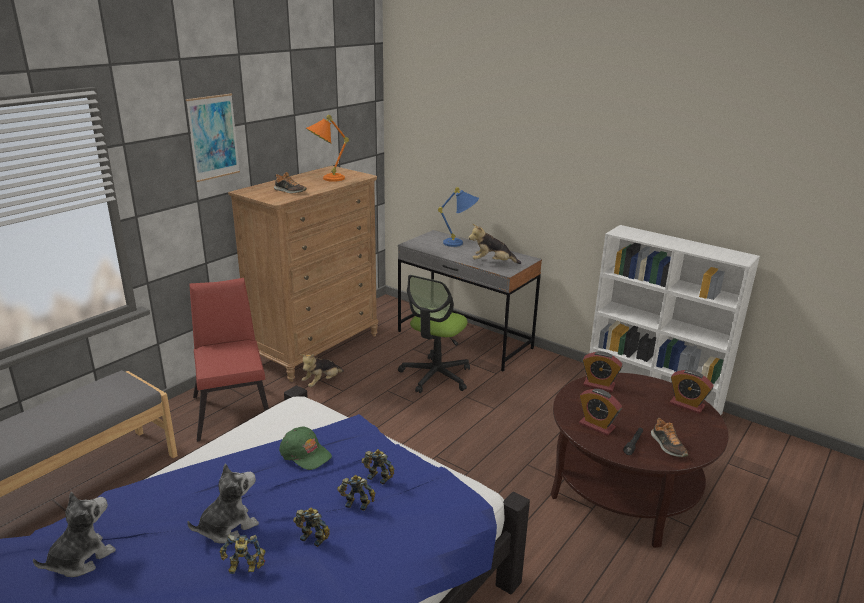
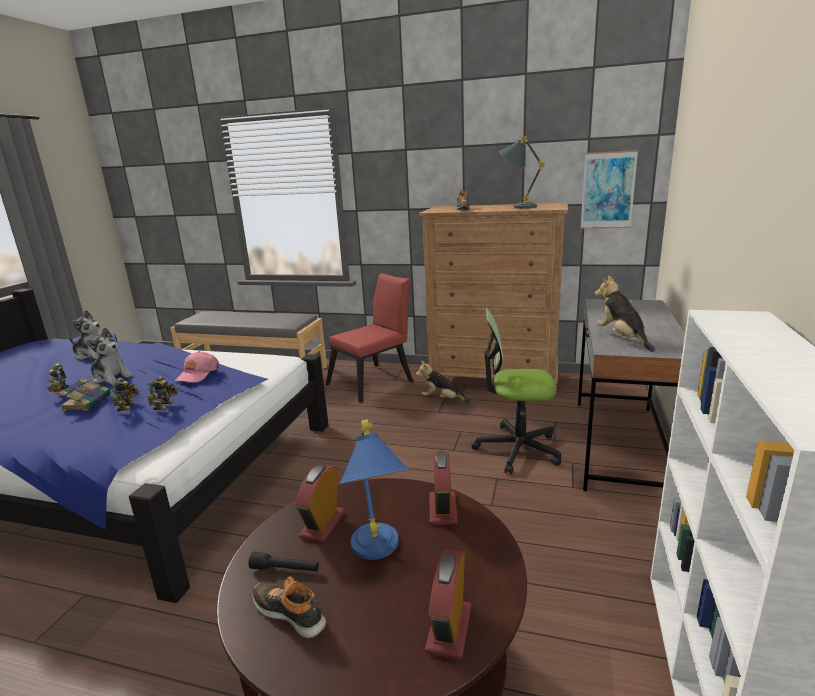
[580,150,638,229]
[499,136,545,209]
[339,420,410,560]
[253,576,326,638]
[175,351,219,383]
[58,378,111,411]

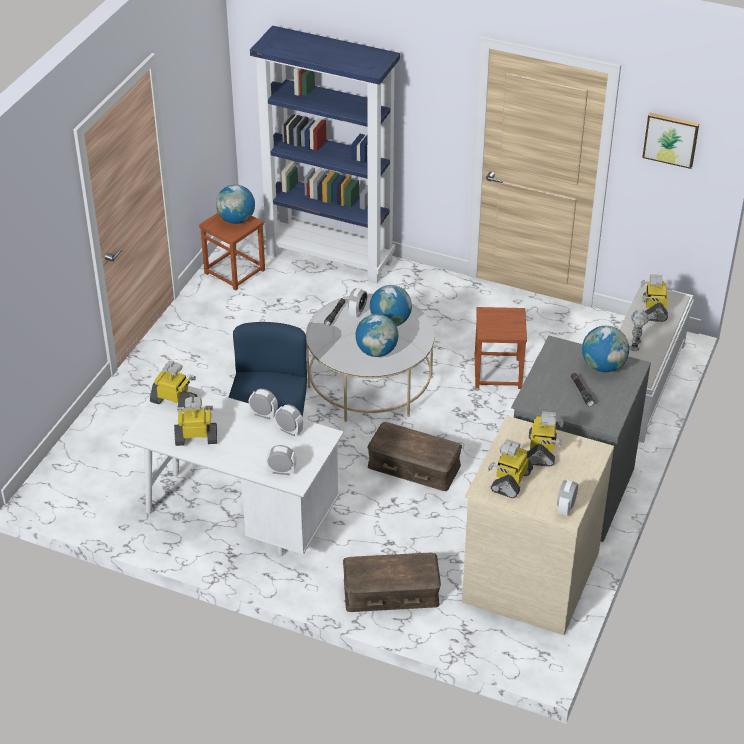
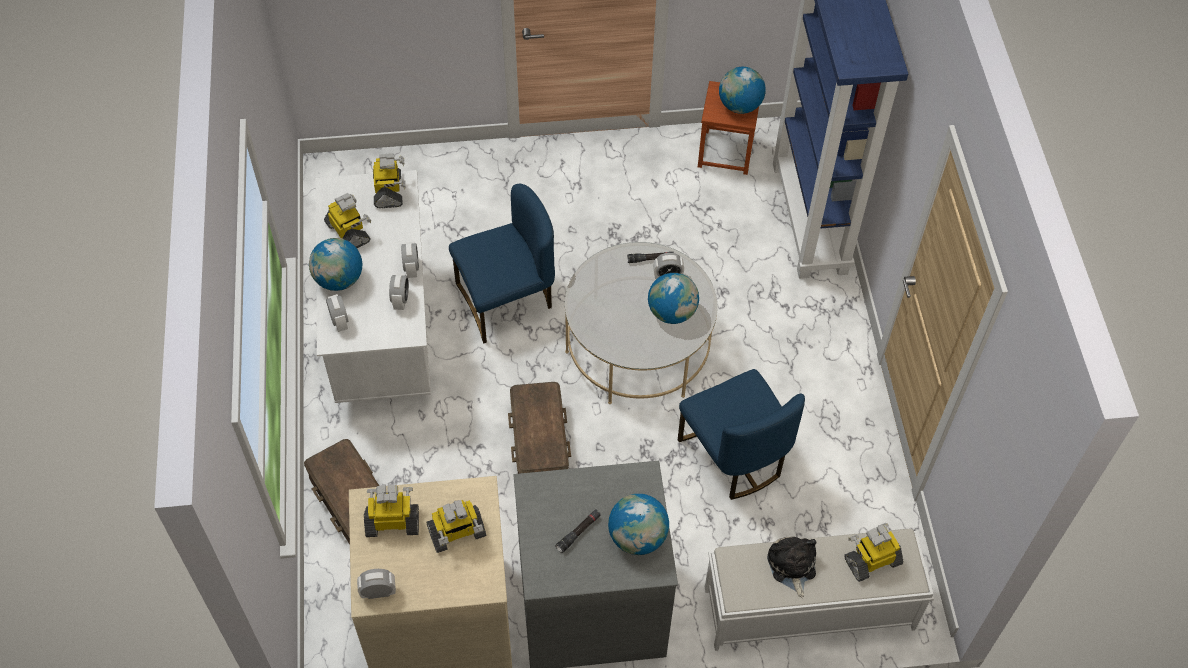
[642,113,699,169] (first image)
[678,369,805,500]
[767,536,816,598]
[309,238,362,291]

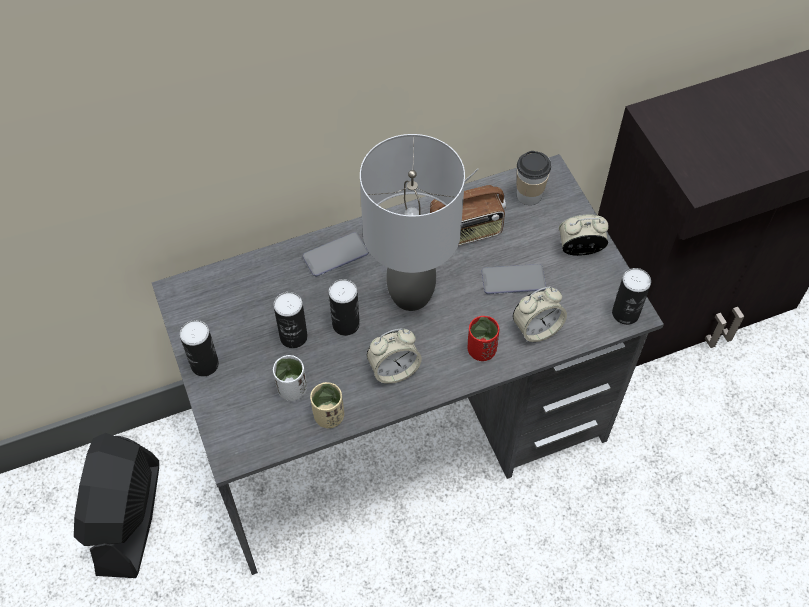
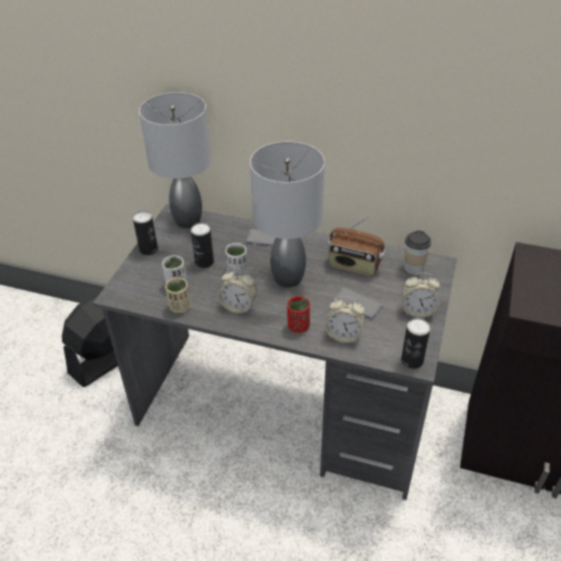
[402,273,440,318]
[225,243,247,275]
[139,92,211,228]

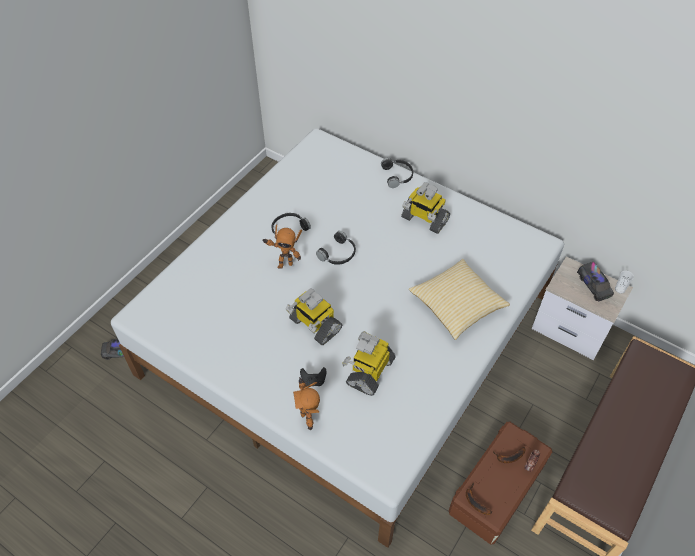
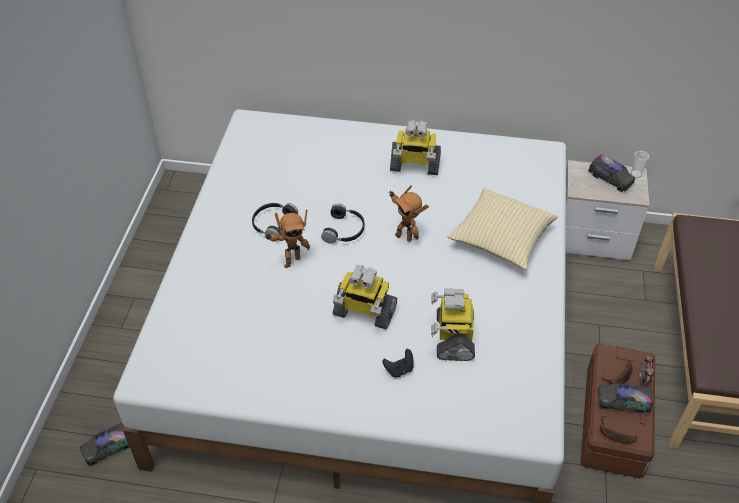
[381,158,413,188] (first image)
[389,185,429,242]
[597,383,653,414]

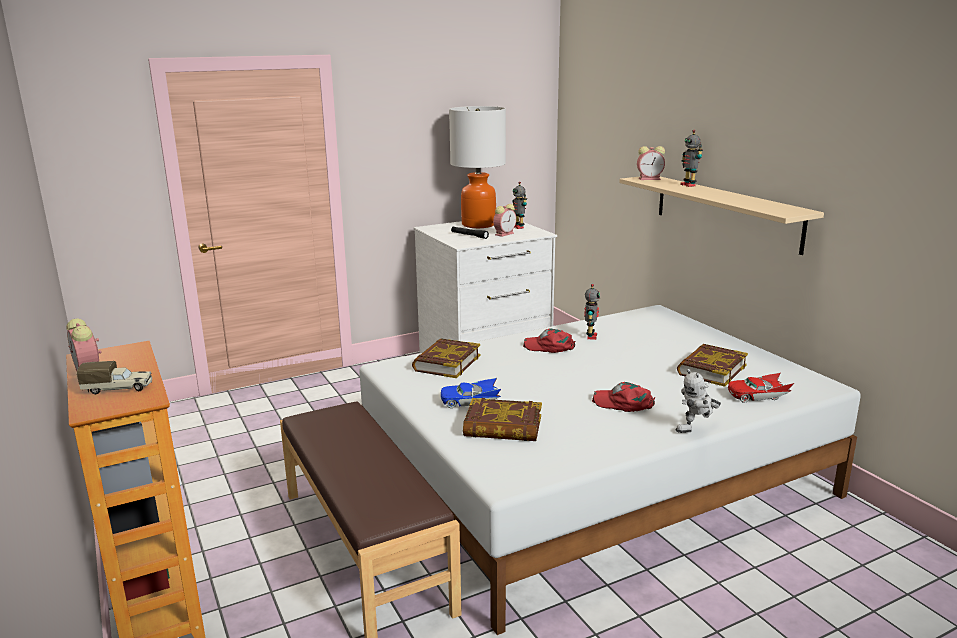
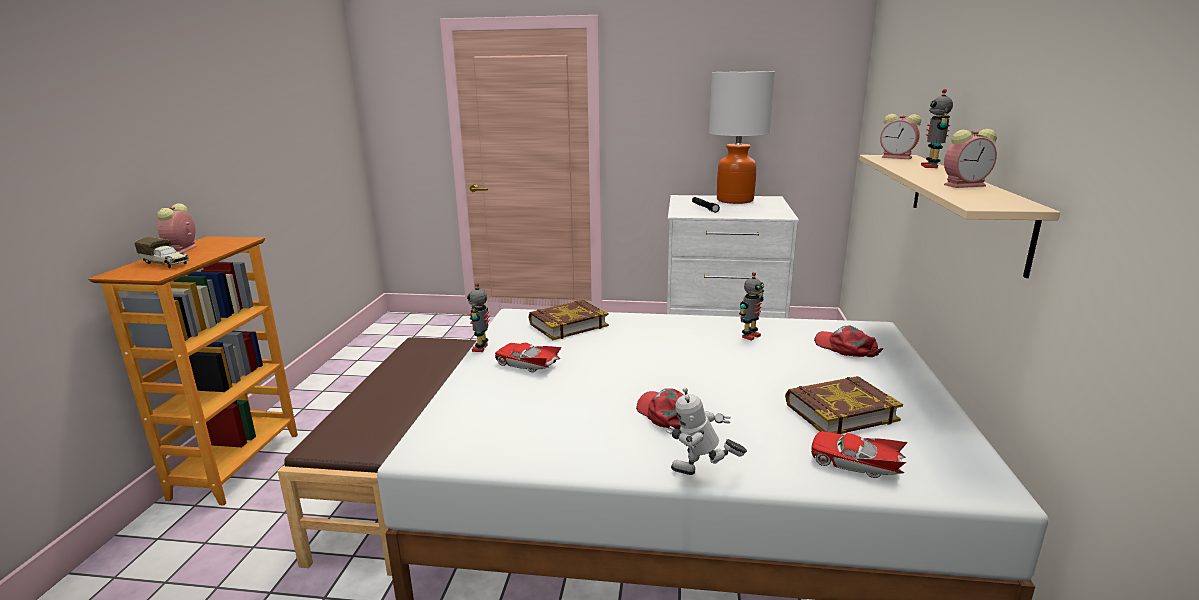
[467,283,490,352]
[944,129,997,188]
[814,326,883,357]
[495,343,561,372]
[463,398,542,441] (first image)

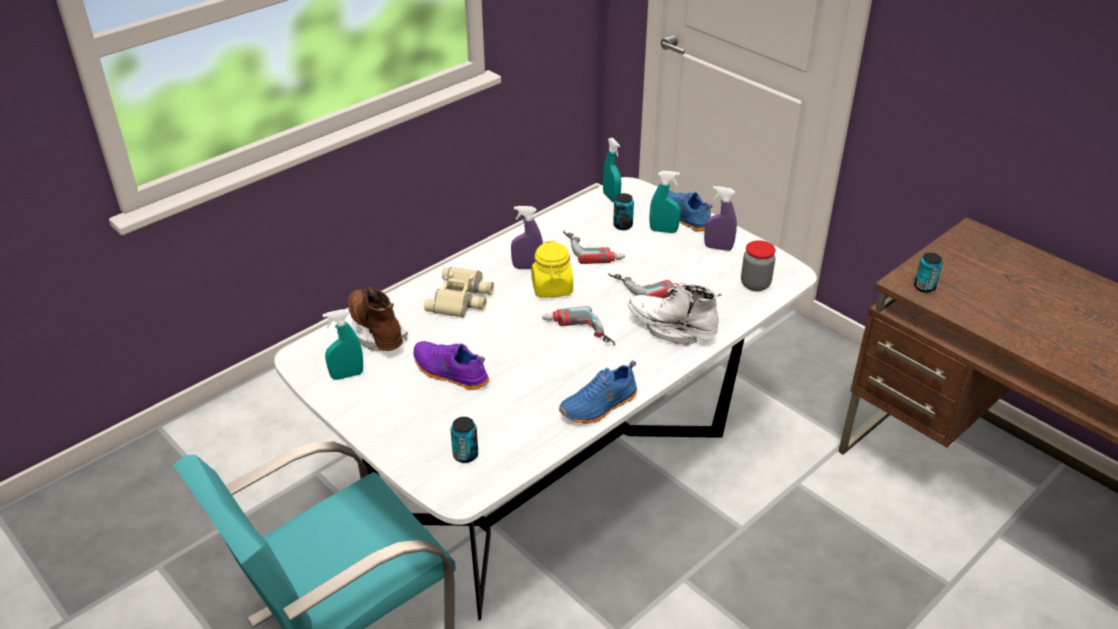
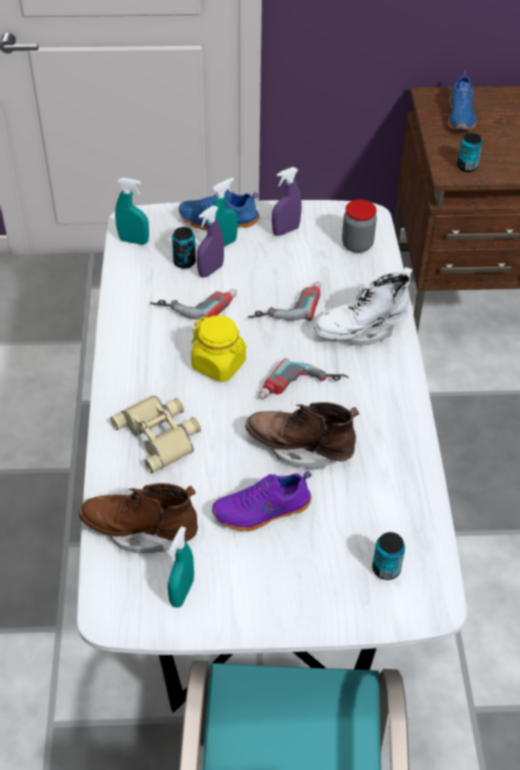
[197,206,224,278]
[448,70,476,130]
[245,402,359,470]

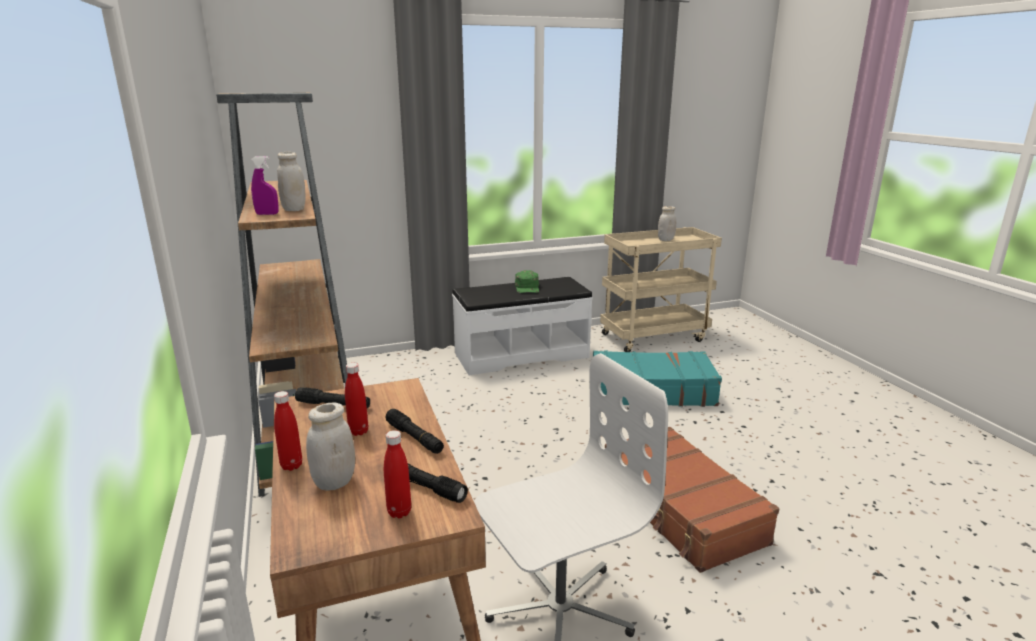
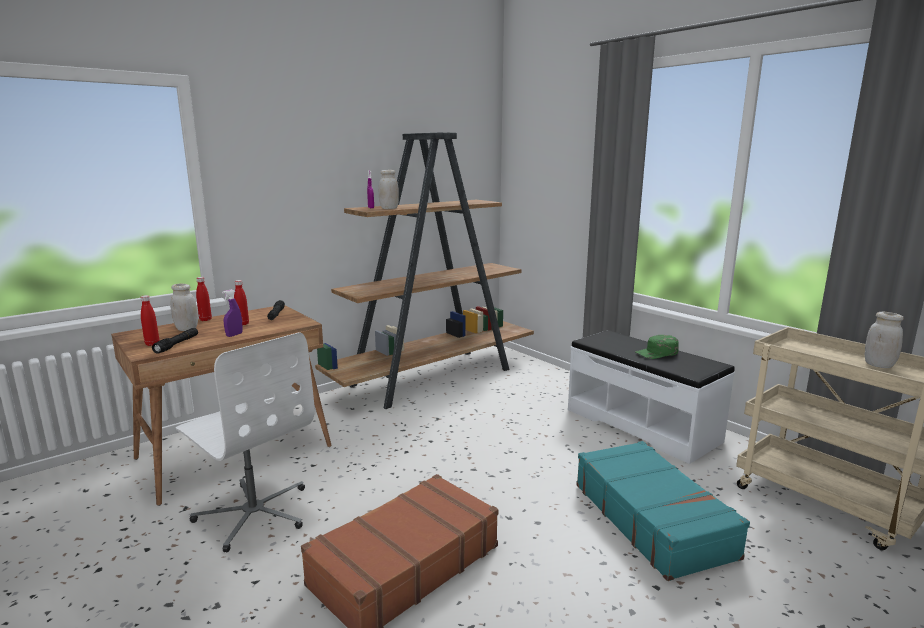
[222,289,243,337]

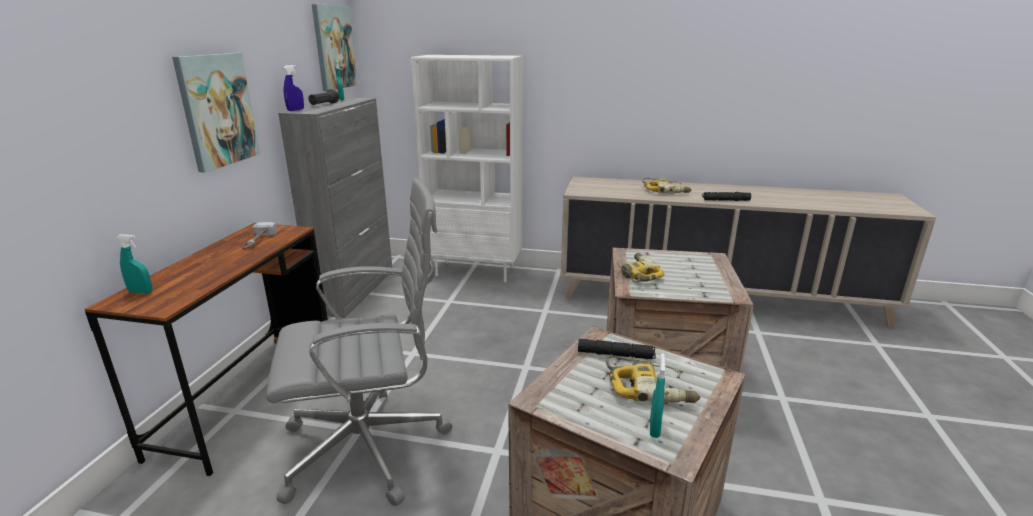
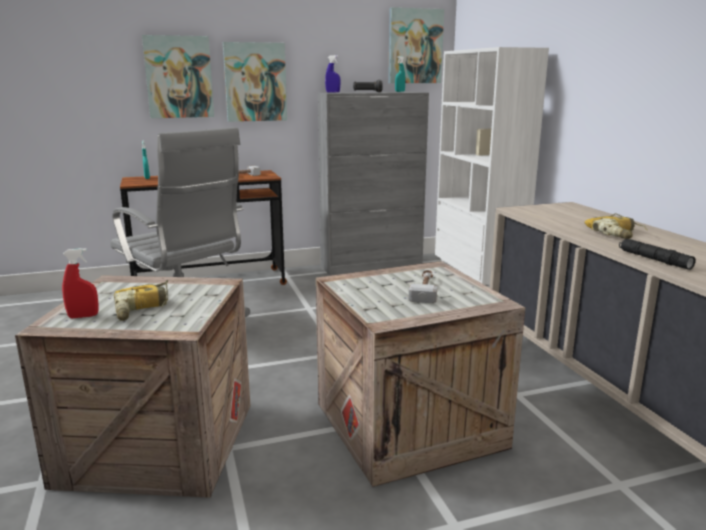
[617,253,664,282] (first image)
[578,339,656,359] (first image)
[62,248,99,318]
[142,35,214,118]
[409,270,437,303]

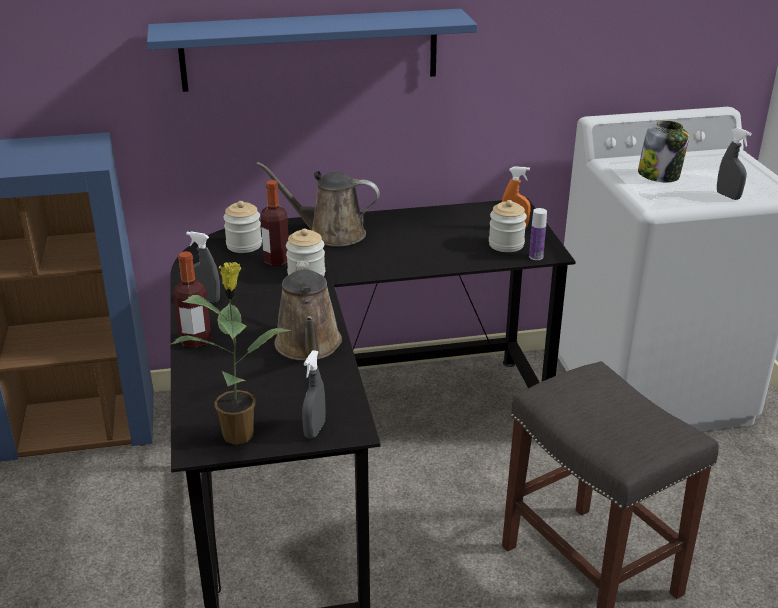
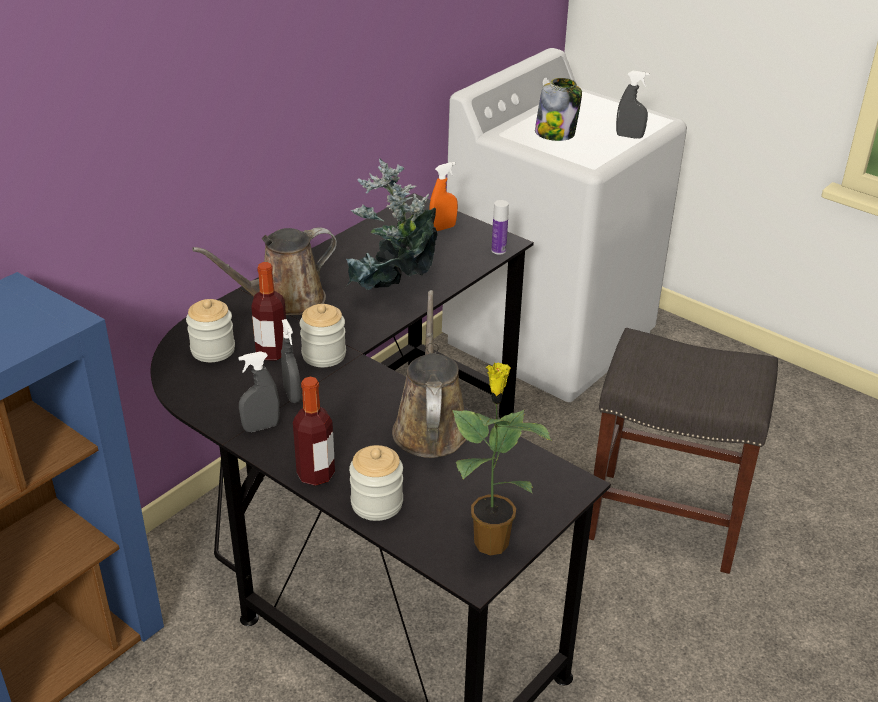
[147,9,477,92] (first image)
[349,445,403,521]
[392,290,466,458]
[281,319,301,403]
[346,158,437,290]

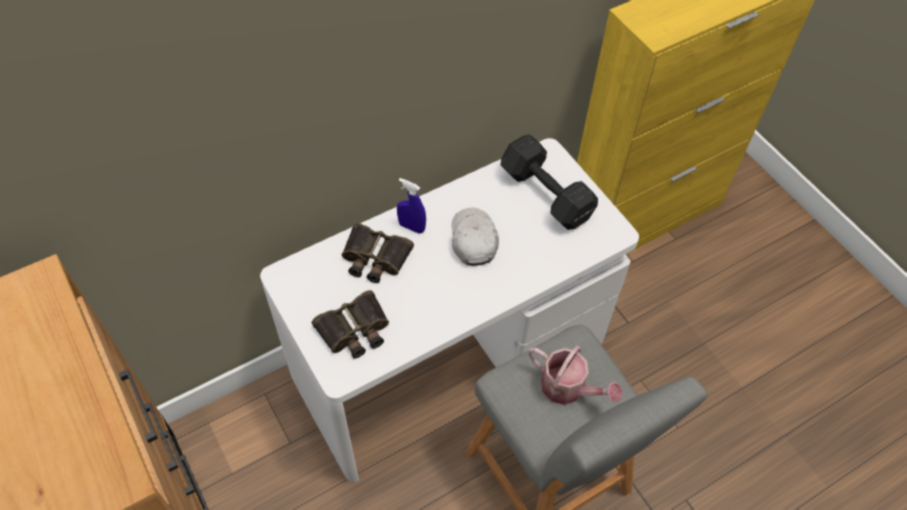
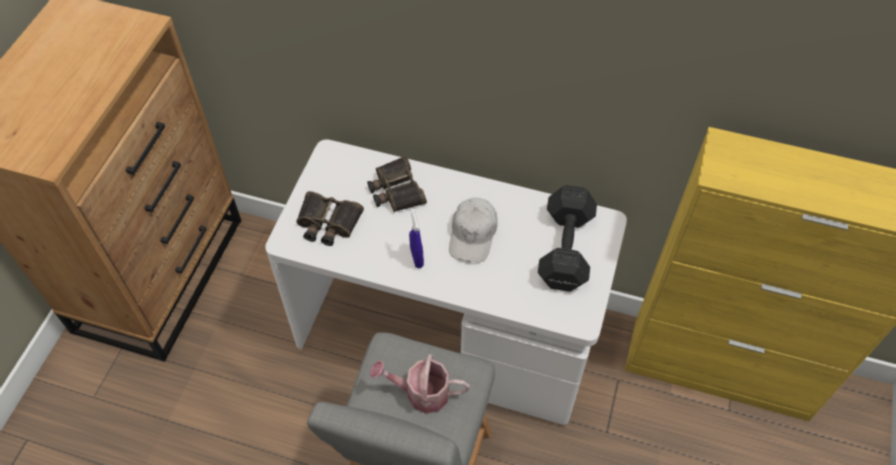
[409,208,424,268]
[449,198,498,262]
[370,354,470,413]

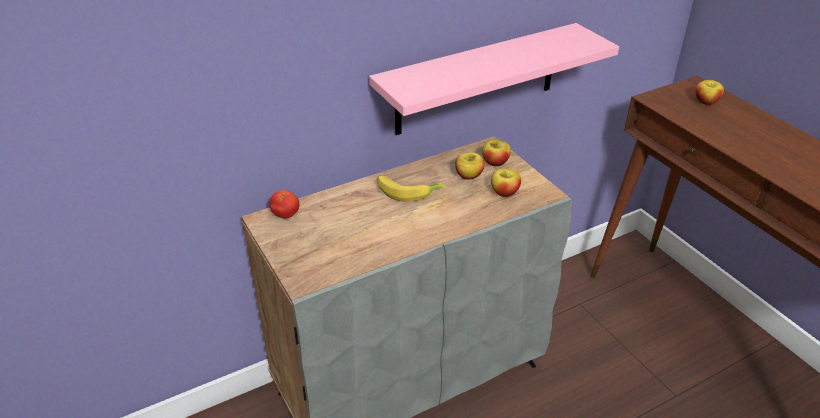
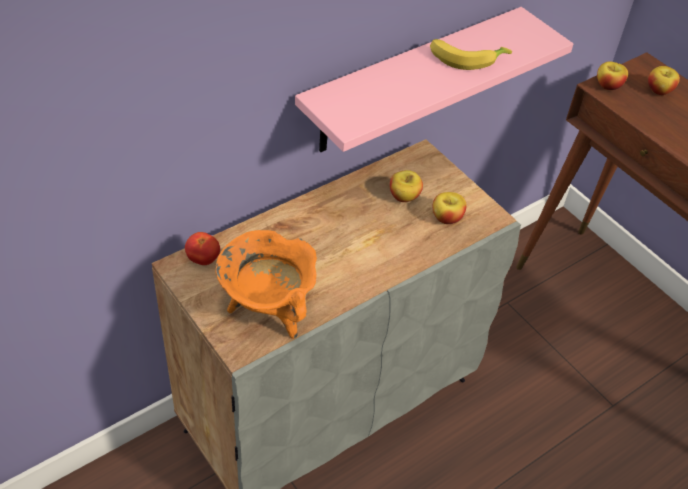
[597,61,628,90]
[430,39,512,70]
[215,230,317,339]

